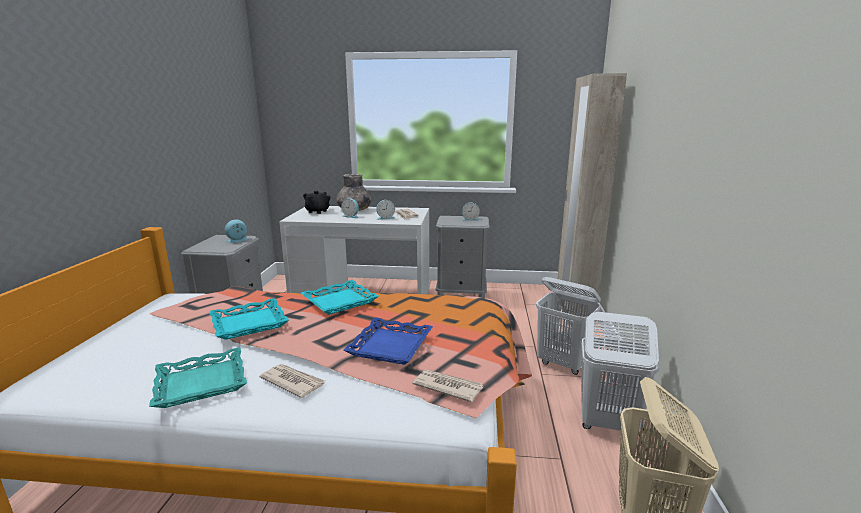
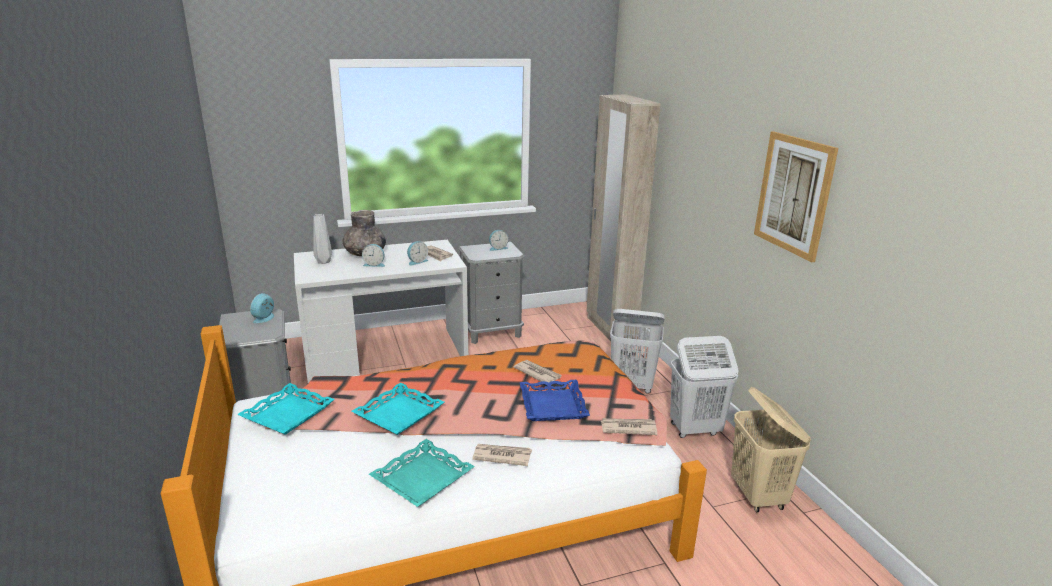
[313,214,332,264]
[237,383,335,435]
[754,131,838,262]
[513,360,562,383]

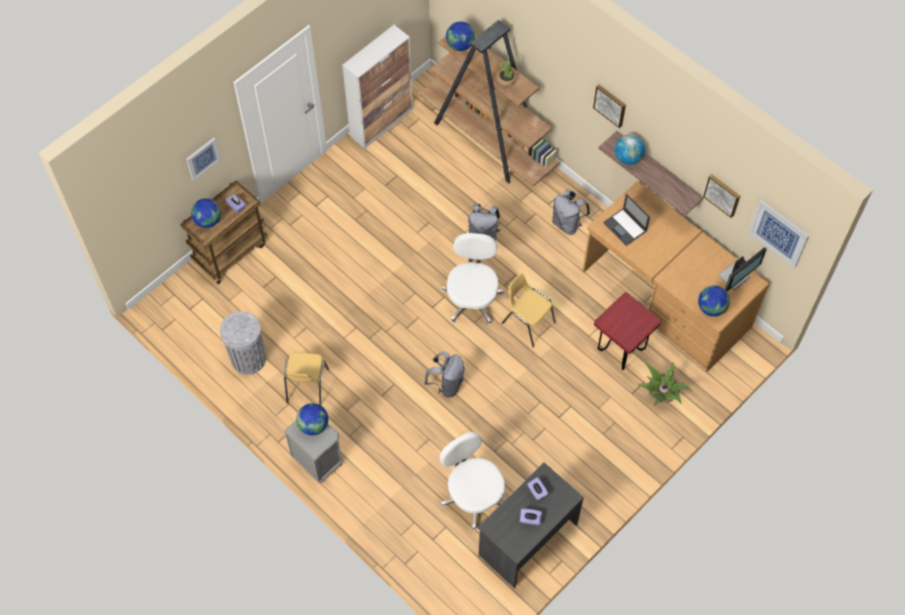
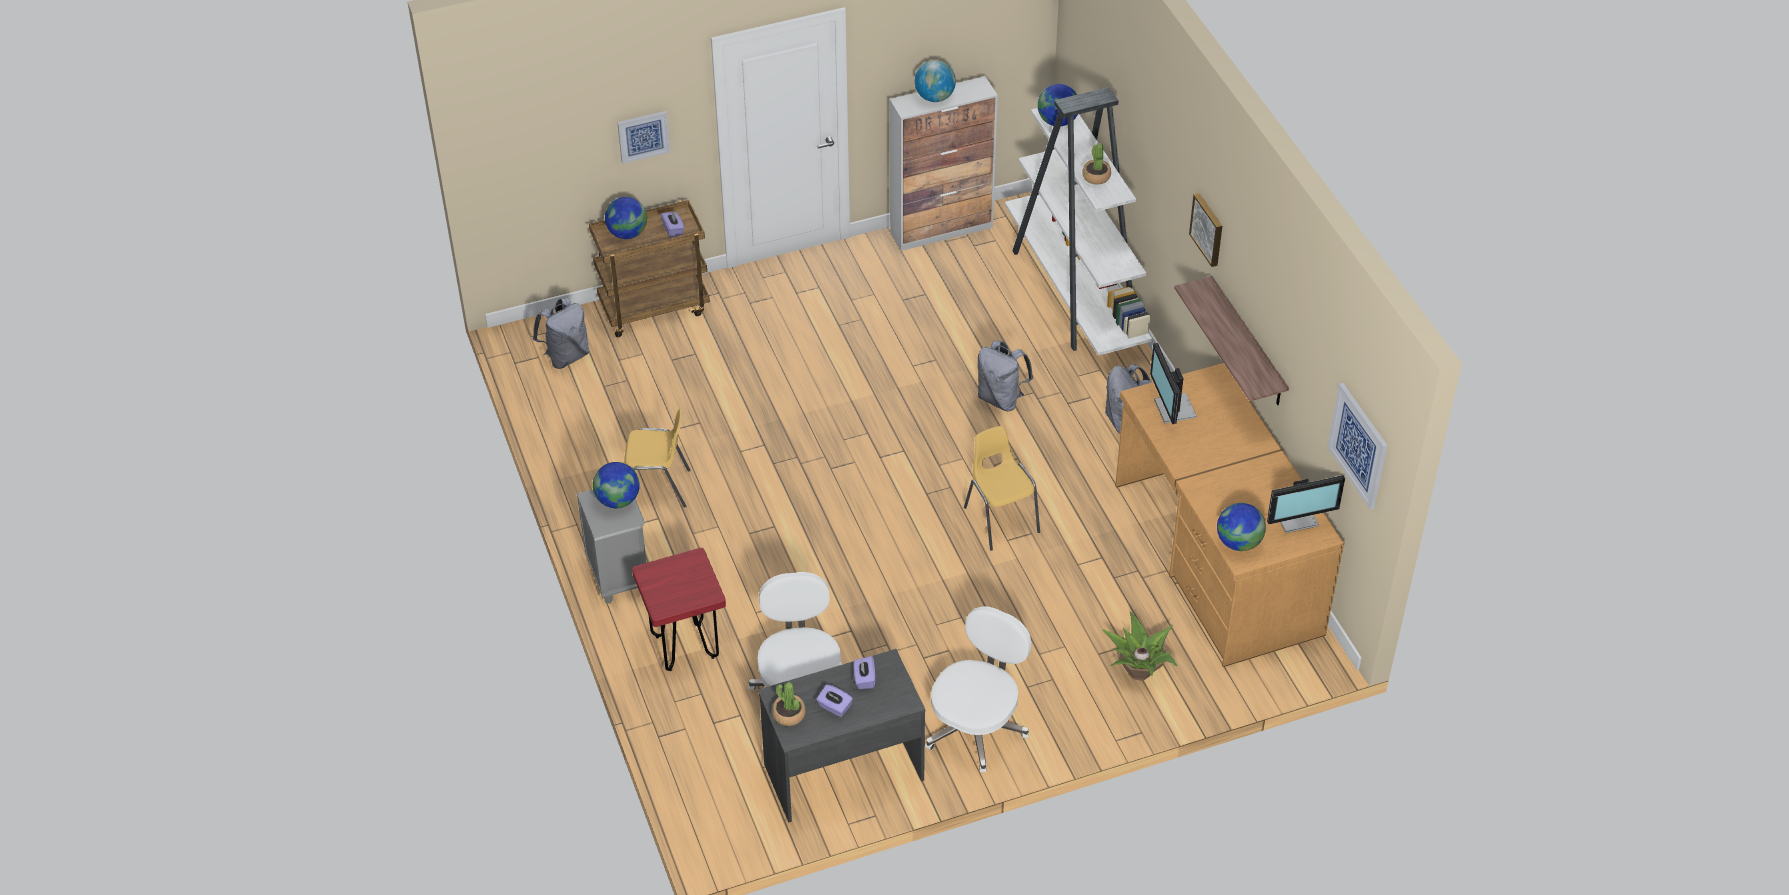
[1005,87,1152,356]
[915,60,956,102]
[703,174,740,218] (first image)
[1150,343,1197,424]
[925,606,1031,772]
[632,548,726,671]
[220,311,266,375] (first image)
[624,408,690,508]
[533,298,589,369]
[772,682,806,726]

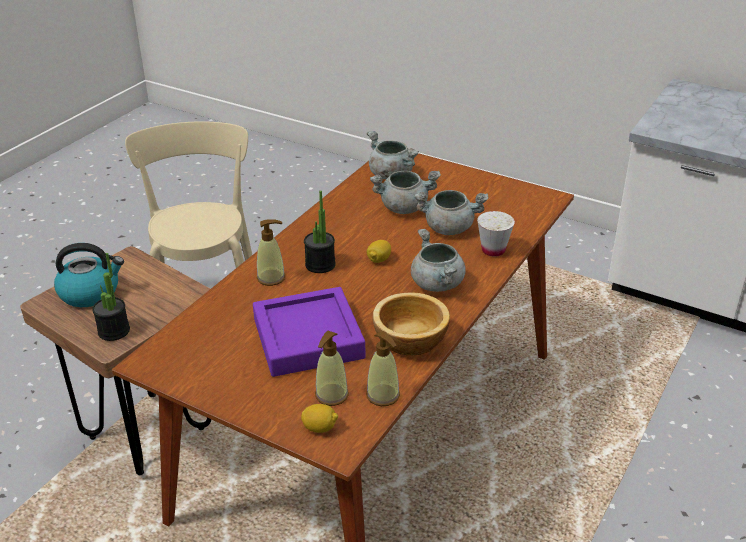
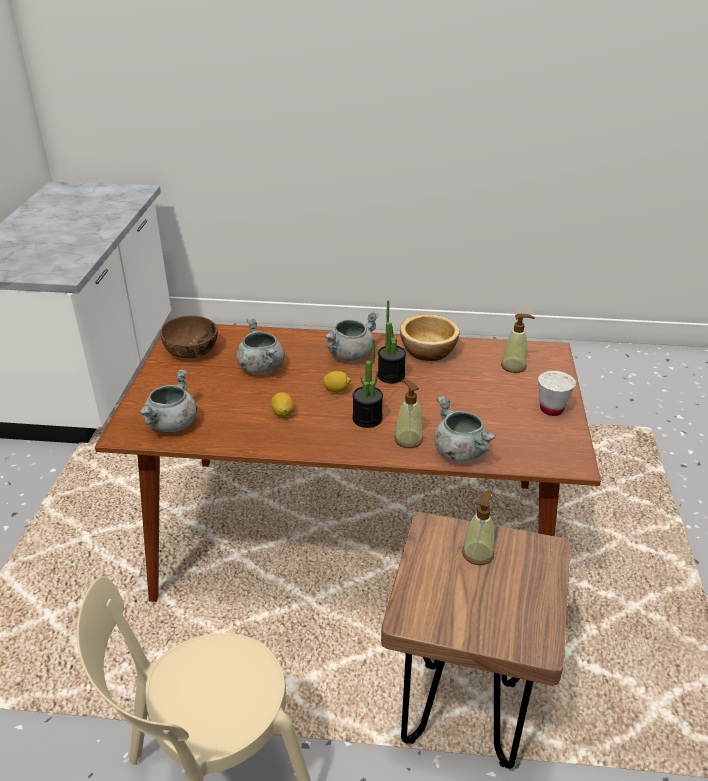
[434,396,496,462]
[538,371,576,416]
[54,243,124,307] (first image)
[378,300,406,383]
[253,287,366,377] (first image)
[462,490,495,565]
[271,393,294,417]
[161,316,218,358]

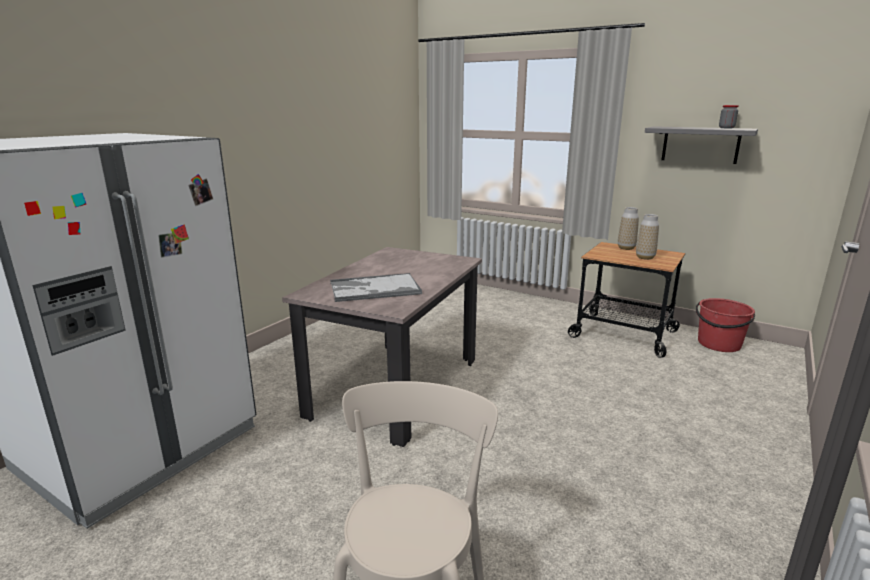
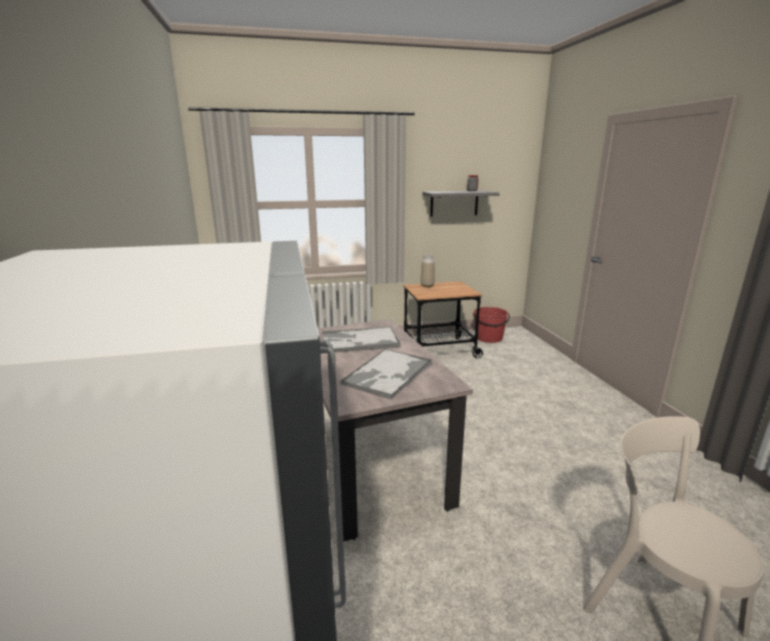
[636,214,659,260] (first image)
[322,326,401,352]

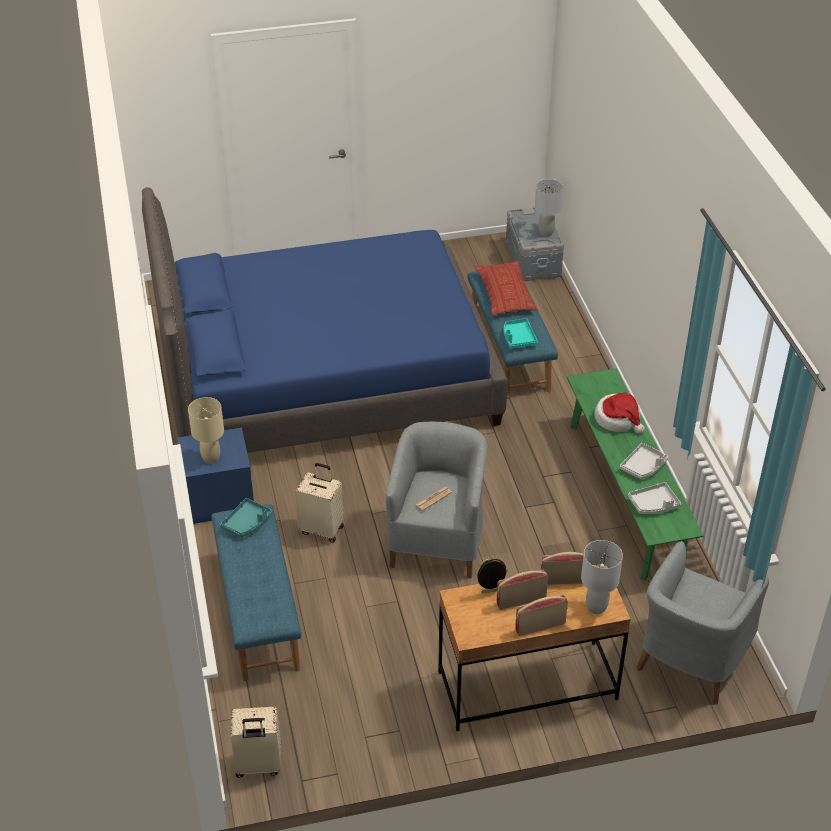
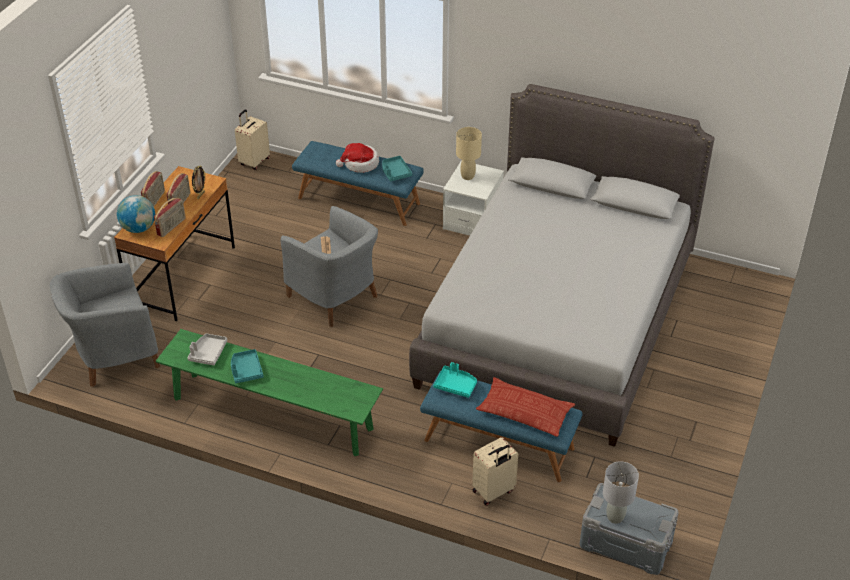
[409,84,714,447]
[336,143,379,173]
[443,162,504,236]
[231,349,264,383]
[472,437,518,506]
[117,195,155,233]
[50,263,160,387]

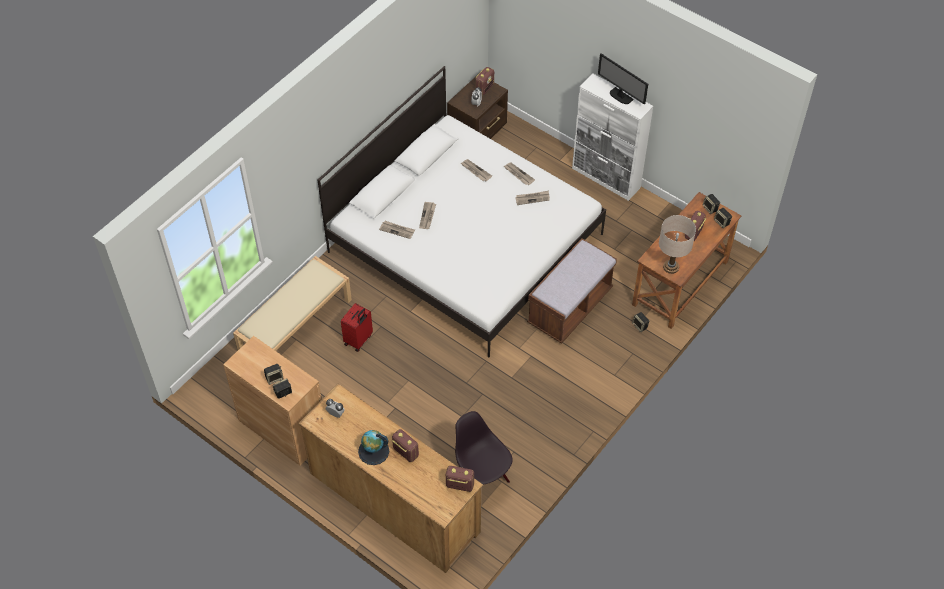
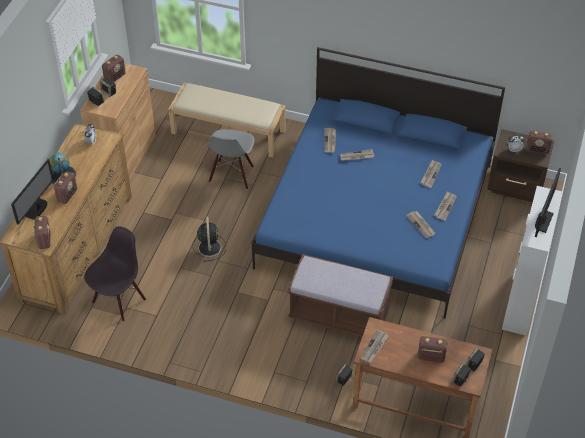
[252,47,505,319]
[361,329,389,363]
[208,129,255,190]
[102,55,126,82]
[11,159,54,225]
[193,216,226,262]

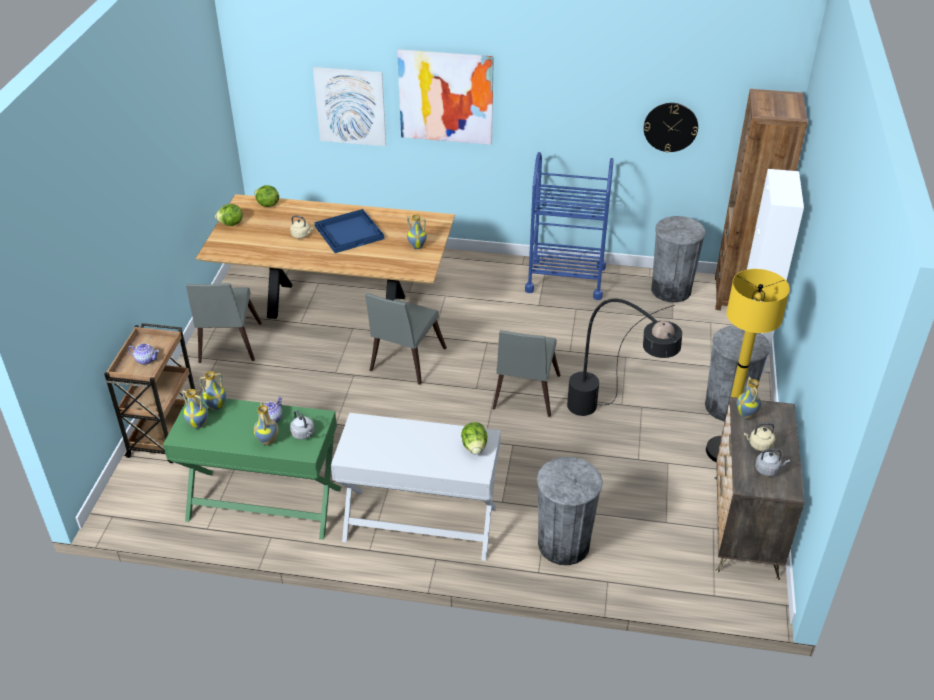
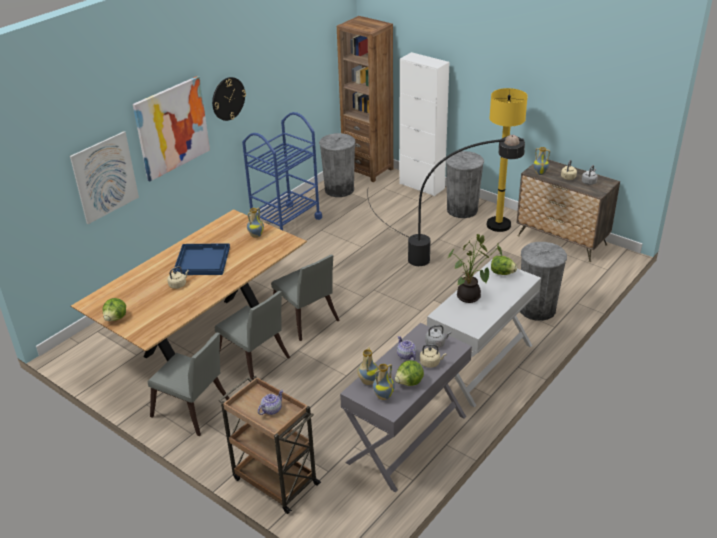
[212,77,246,121]
[395,360,424,386]
[214,291,290,381]
[340,323,472,492]
[420,344,447,368]
[447,234,502,303]

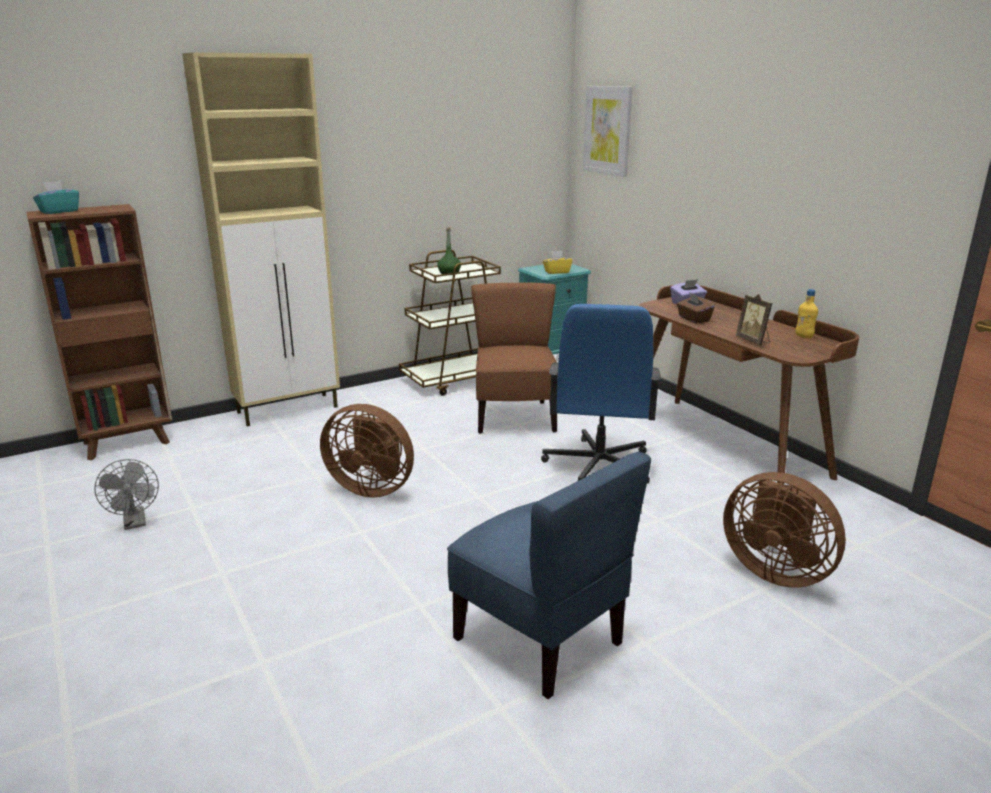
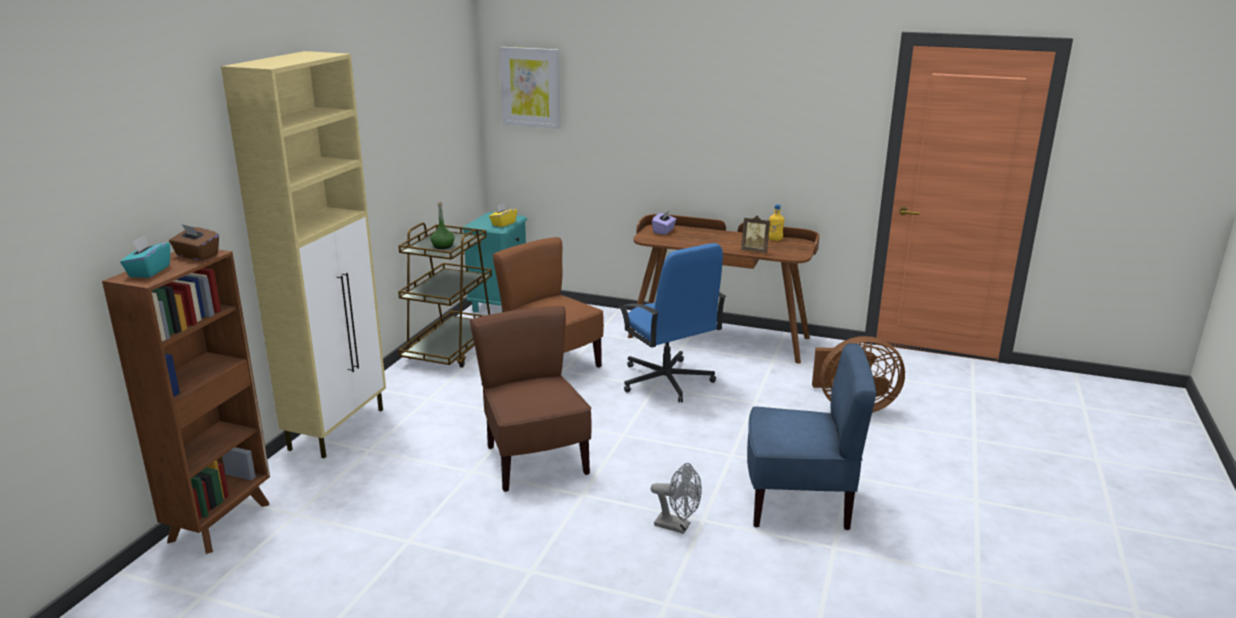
[169,224,219,261]
[470,306,592,492]
[651,463,702,534]

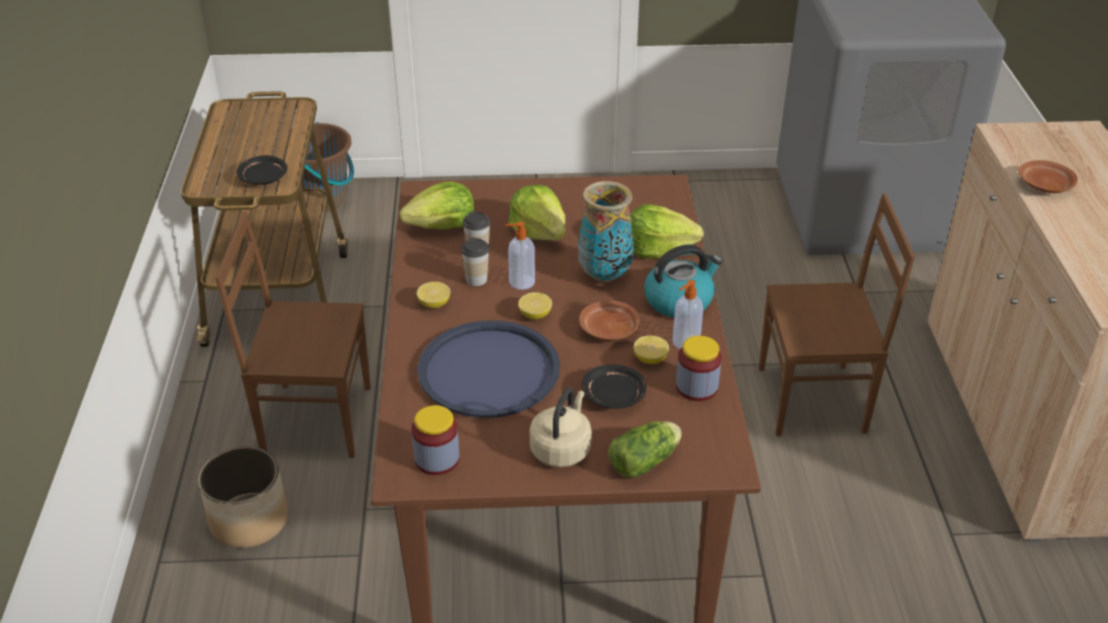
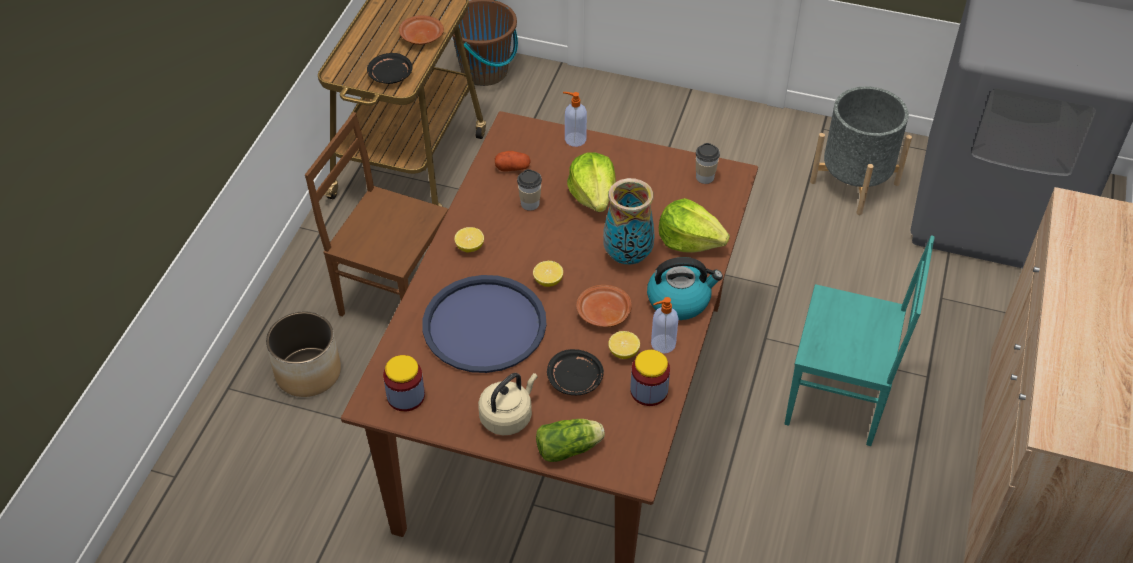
[399,15,444,45]
[495,151,531,172]
[784,235,935,446]
[563,92,587,147]
[696,143,720,184]
[810,86,912,215]

